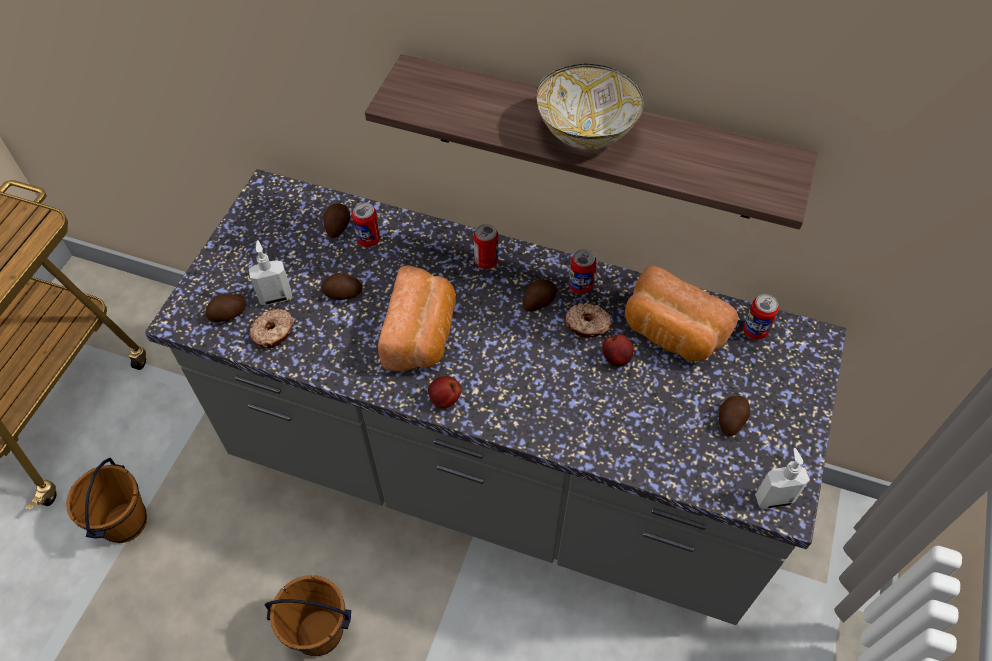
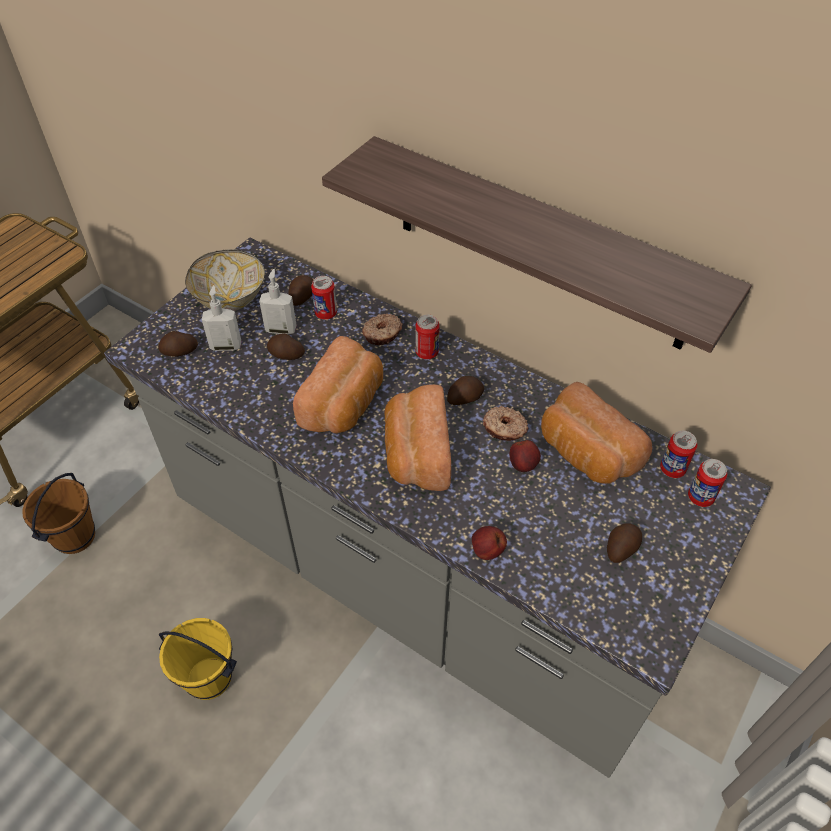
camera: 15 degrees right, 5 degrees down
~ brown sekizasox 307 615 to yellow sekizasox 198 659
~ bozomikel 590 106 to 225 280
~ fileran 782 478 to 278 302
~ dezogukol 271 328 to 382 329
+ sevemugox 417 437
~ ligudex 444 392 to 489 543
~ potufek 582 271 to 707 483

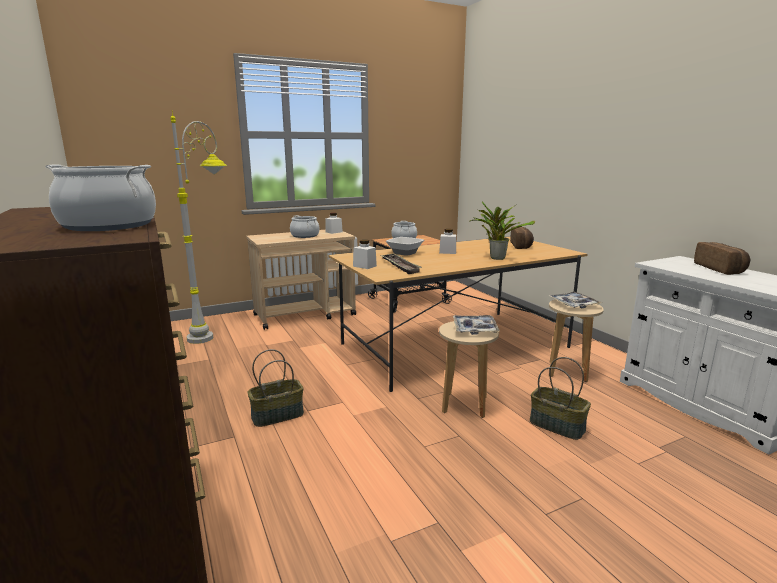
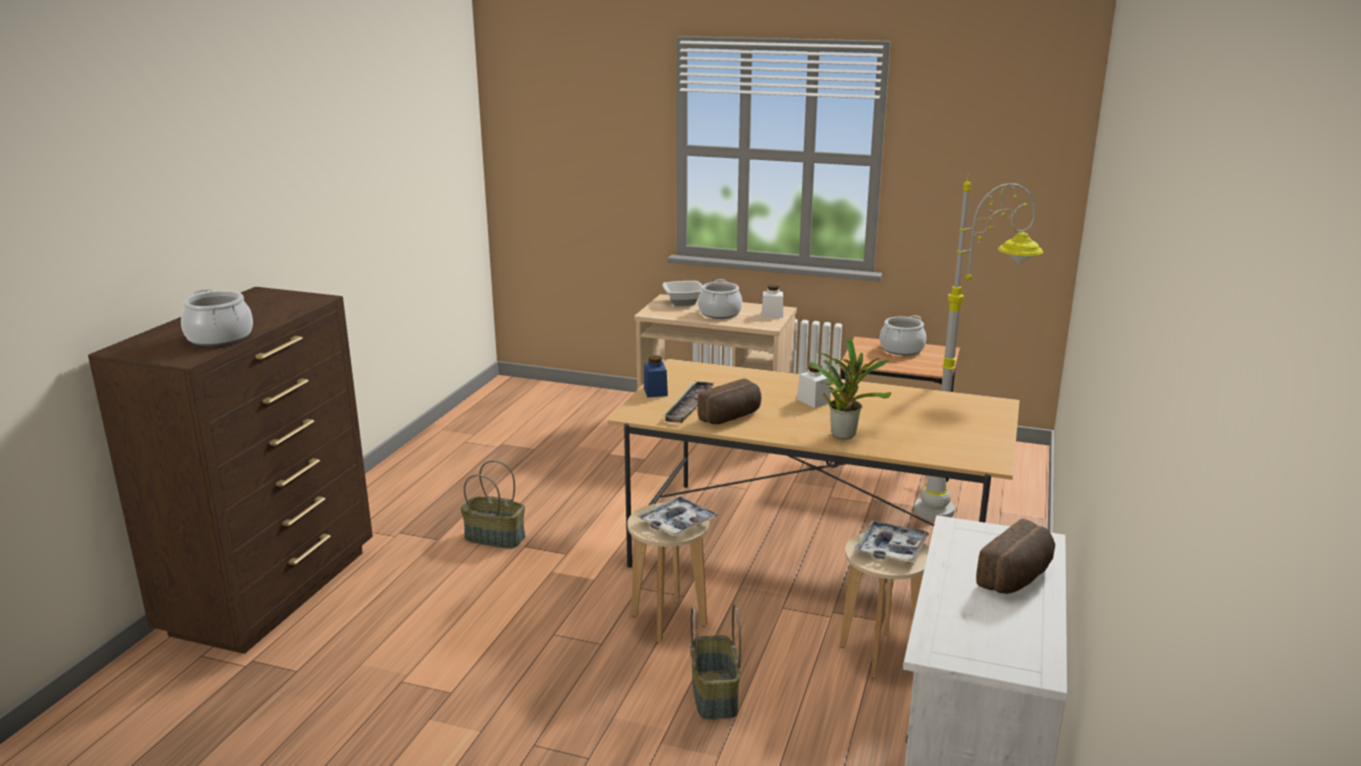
camera: 45 degrees right, 5 degrees up
~ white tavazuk 365 254 to blue tavazuk 656 376
~ bozomikel 405 246 to 682 293
~ sevemugox 522 238 to 729 401
~ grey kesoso 198 228 to 978 347

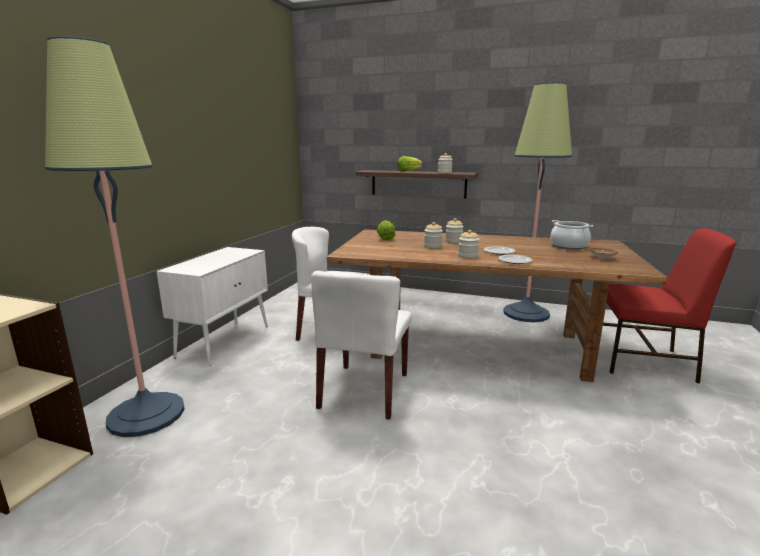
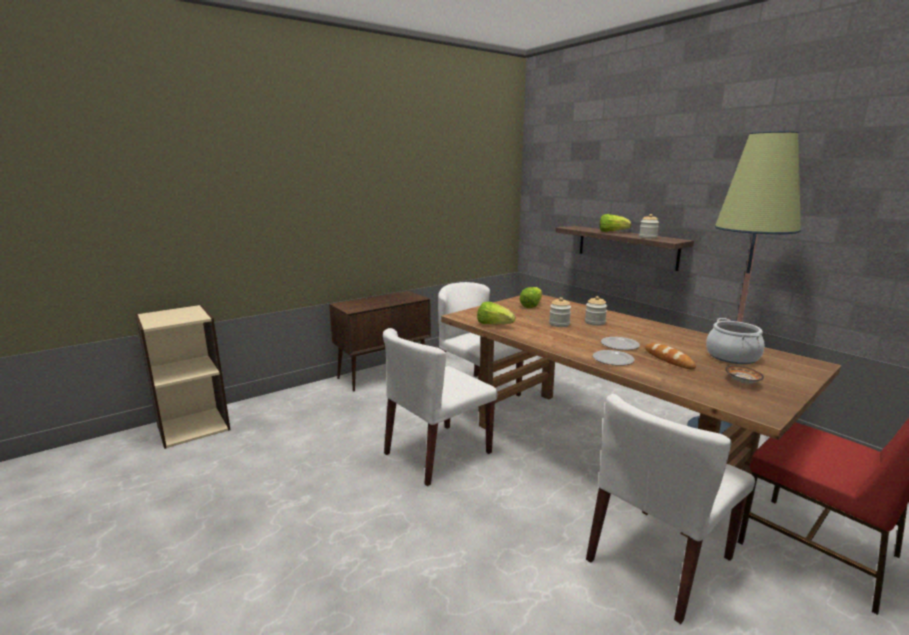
camera: 35 degrees right, 0 degrees up
~ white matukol 212 306 to brown matukol 380 341
+ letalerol 496 313
+ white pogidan 670 509
+ sevemugox 670 356
- kesoso 115 236
- tavazuk 468 244

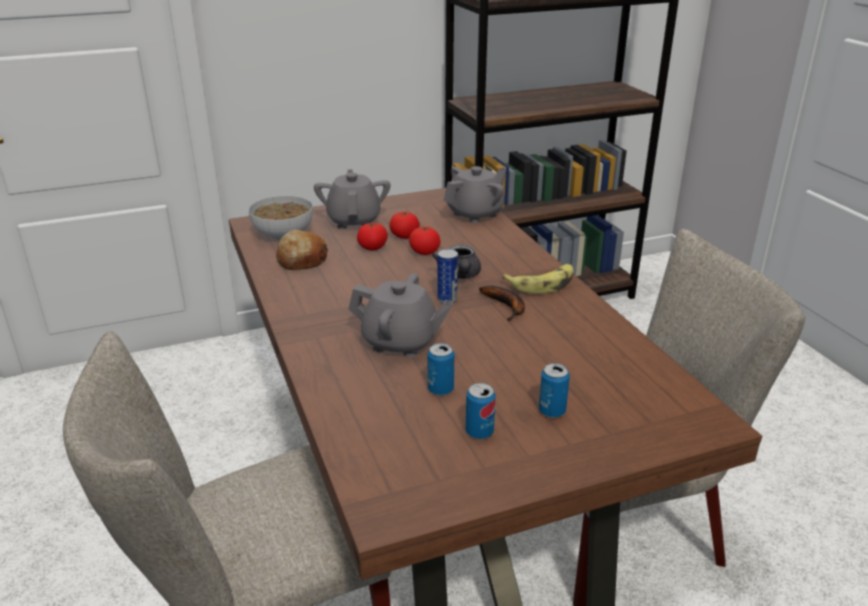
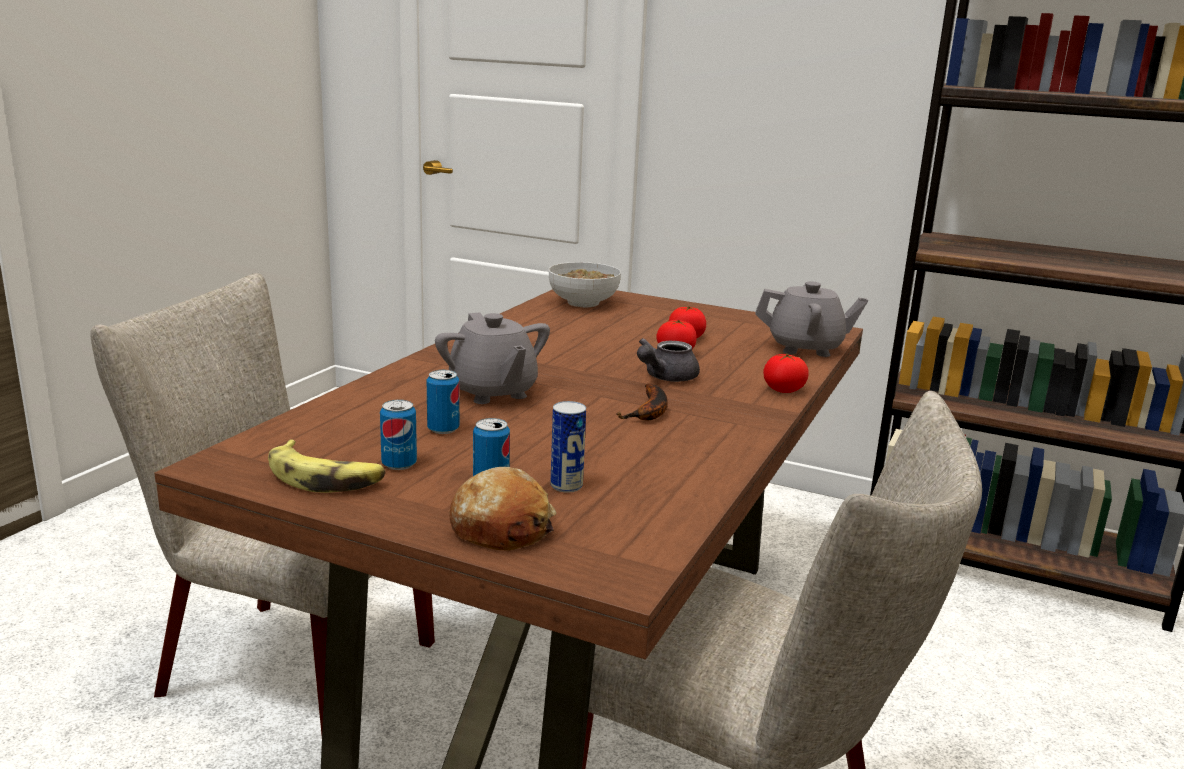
camera: 45 degrees right, 10 degrees down
~ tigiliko 538 279 to 326 466
~ sevemugox 302 249 to 503 508
~ potufek 447 276 to 568 447
~ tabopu 372 236 to 786 373
- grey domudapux 352 199

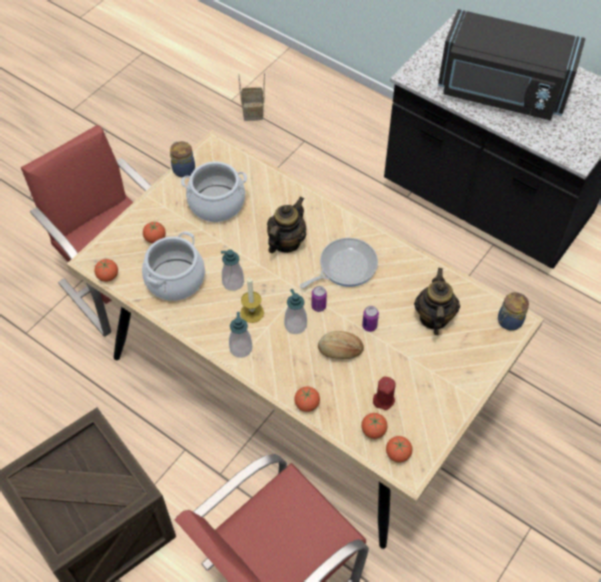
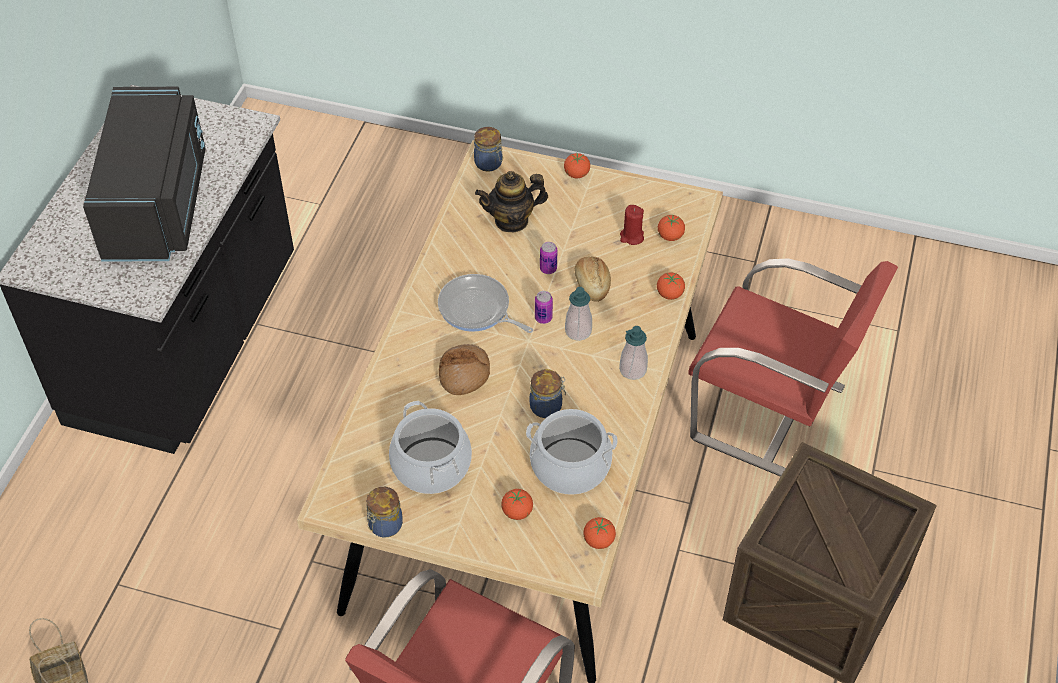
camera: 110 degrees left, 5 degrees down
~ domudapux 286 225 to sevemugox 464 369
~ fileran 232 270 to tavazuk 548 393
~ tabopu 399 449 to 577 166
- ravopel 252 299

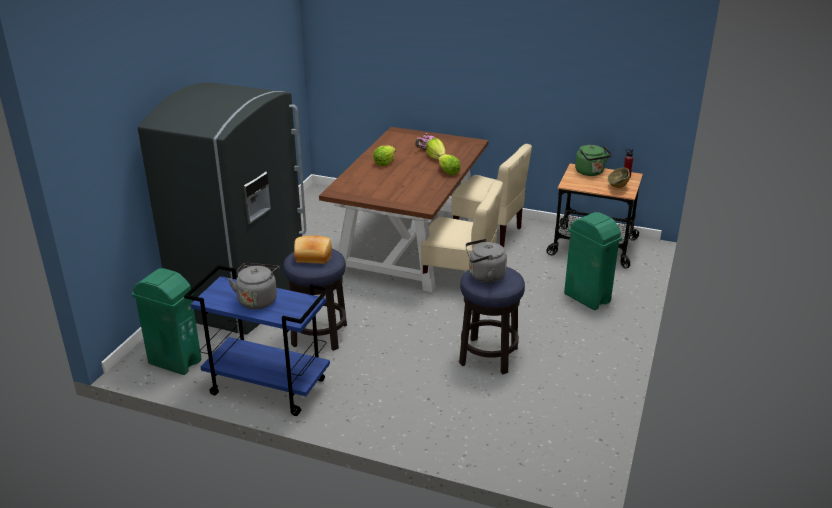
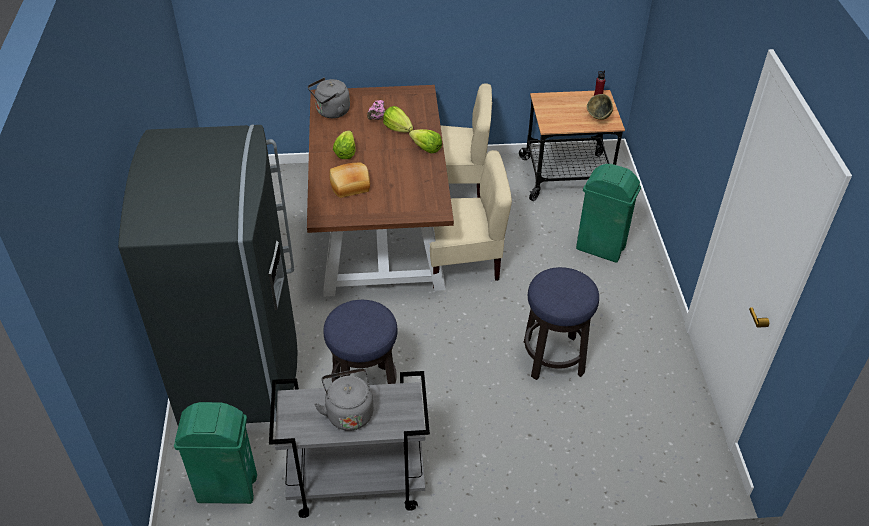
camera: 25 degrees left, 15 degrees up
~ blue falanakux 257 340 to grey falanakux 349 444
~ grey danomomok 486 261 to 329 97
~ sevemugox 313 249 to 349 180
- green danomomok 593 160

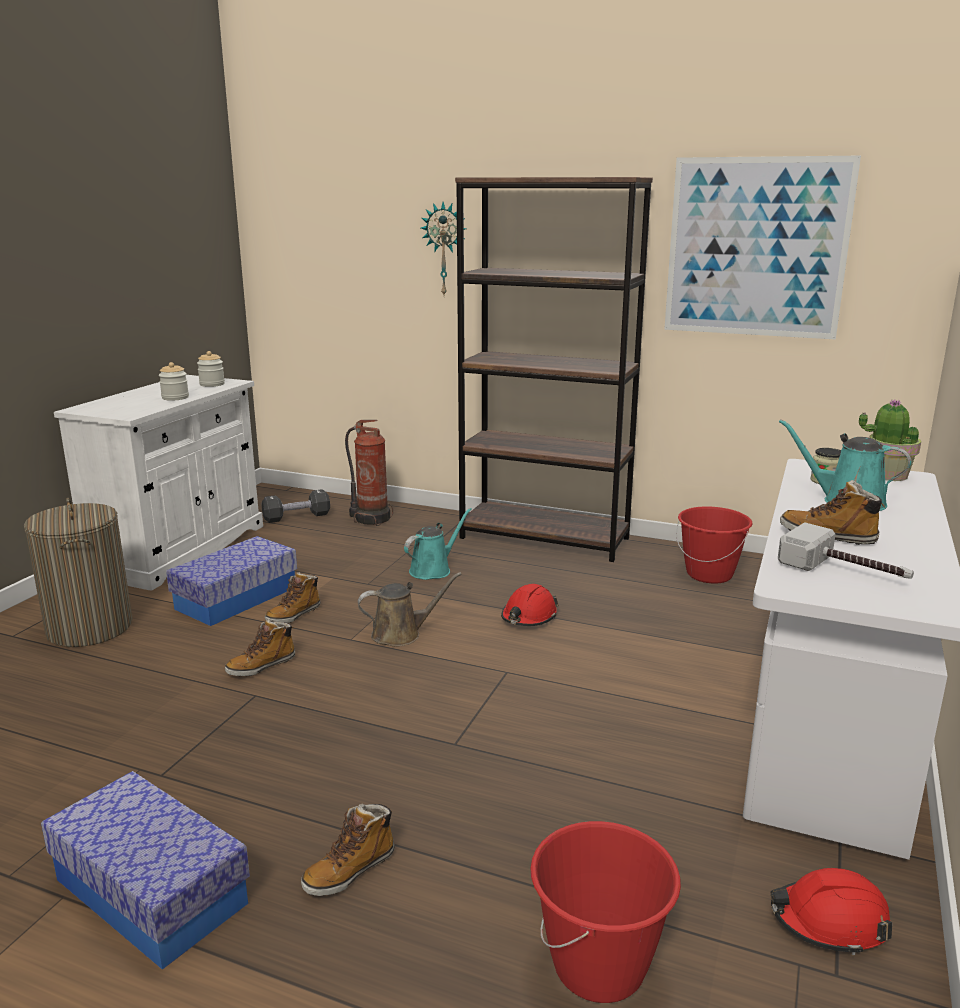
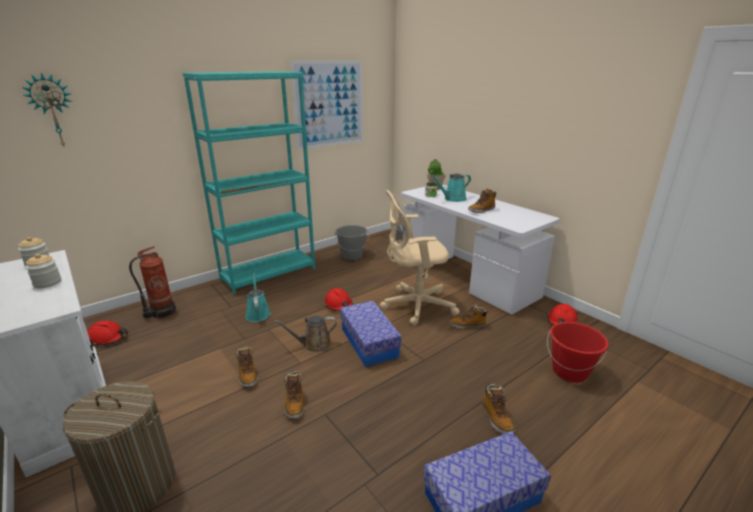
camera: 60 degrees left, 5 degrees up
~ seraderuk 443 248 to 47 110
~ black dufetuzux 295 506 to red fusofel 107 333
~ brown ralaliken 554 369 to turquoise ralaliken 249 183
~ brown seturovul 410 609 = 305 333 120 degrees counterclockwise
~ red sekizasox 714 545 to grey sekizasox 352 242
~ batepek 231 581 to 370 334
+ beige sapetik 420 258
+ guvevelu 468 317
- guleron 846 550

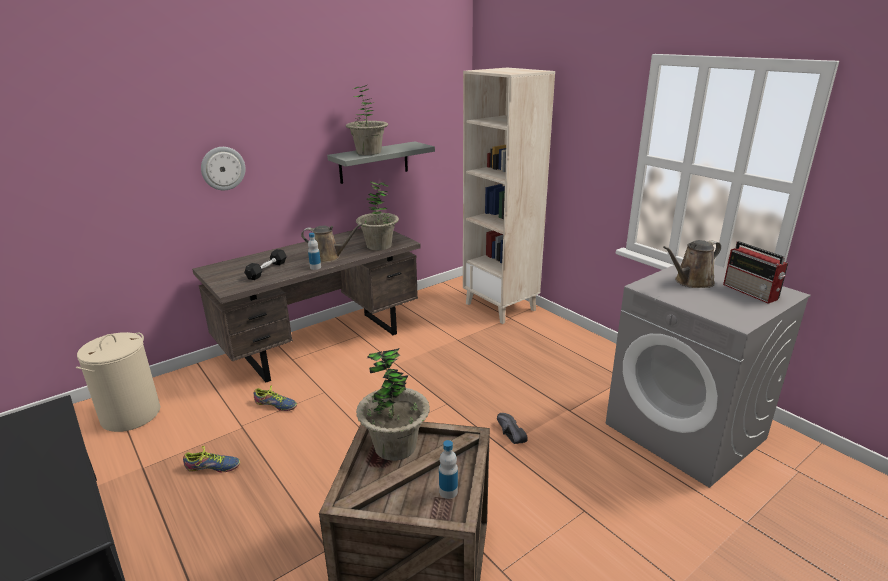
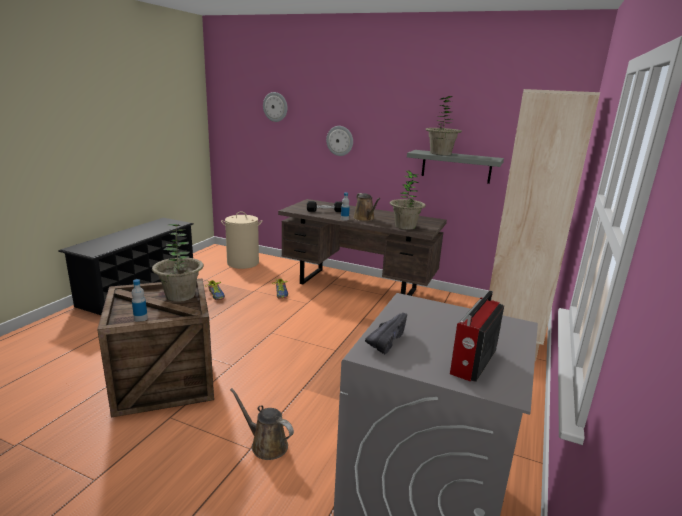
camera: 60 degrees right, 5 degrees down
~ brown seturovul 692 264 to 262 424
+ seraderuk 275 107
~ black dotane 512 428 to 386 333

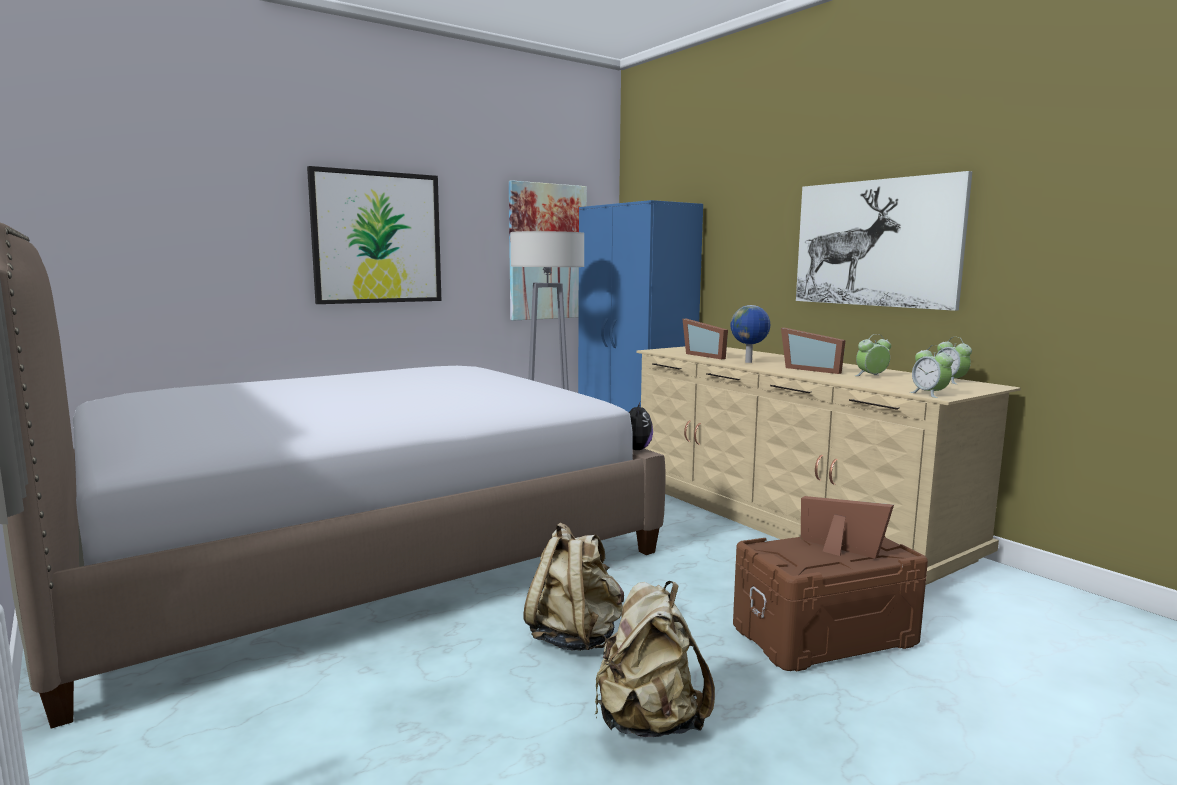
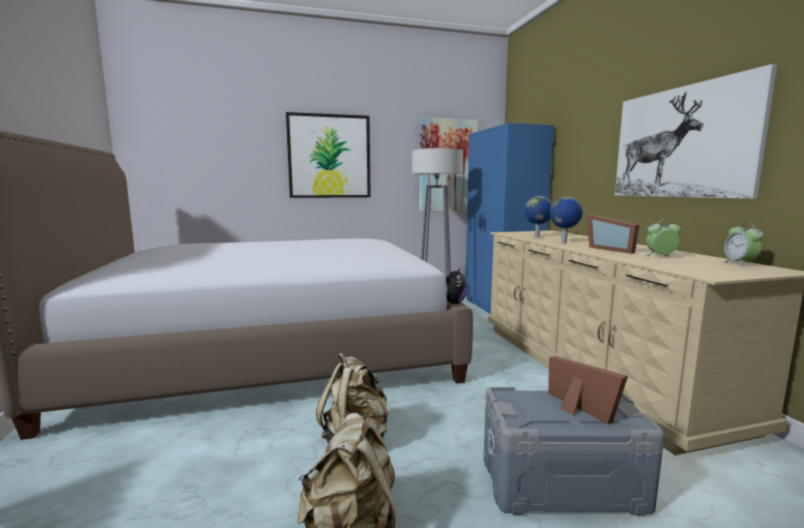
camera: 20 degrees right, 0 degrees up
~ brown batepek 830 604 to grey batepek 574 451
~ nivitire 705 339 to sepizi 538 216
- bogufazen 931 371

